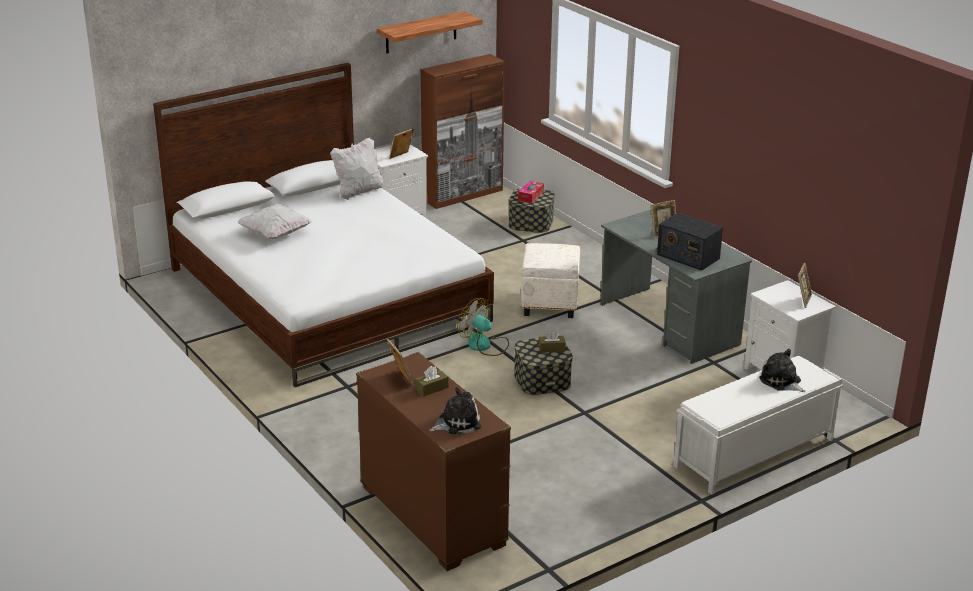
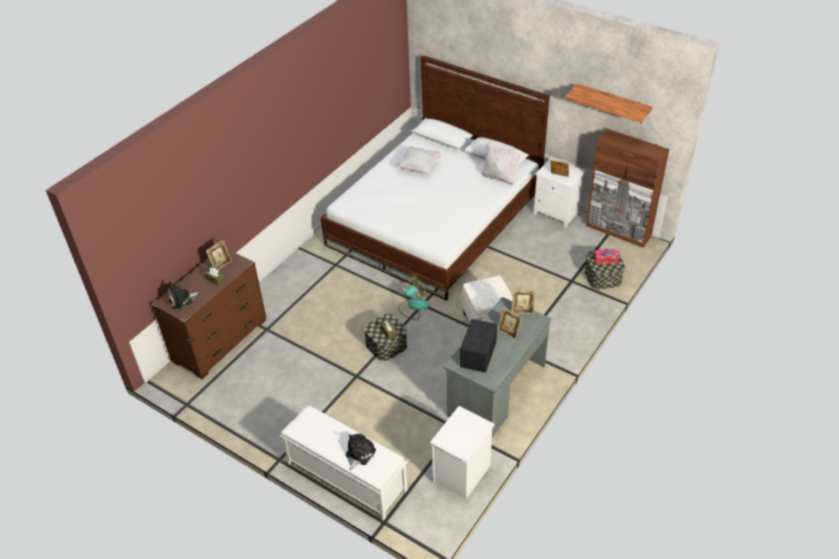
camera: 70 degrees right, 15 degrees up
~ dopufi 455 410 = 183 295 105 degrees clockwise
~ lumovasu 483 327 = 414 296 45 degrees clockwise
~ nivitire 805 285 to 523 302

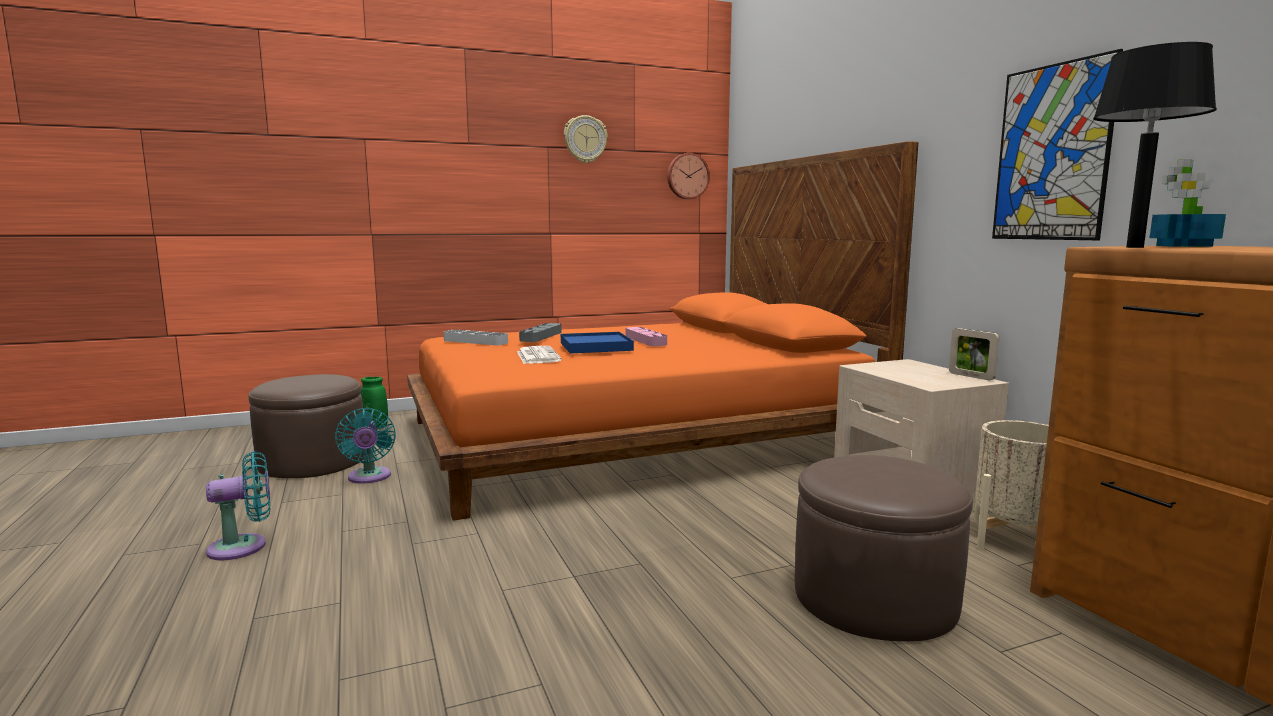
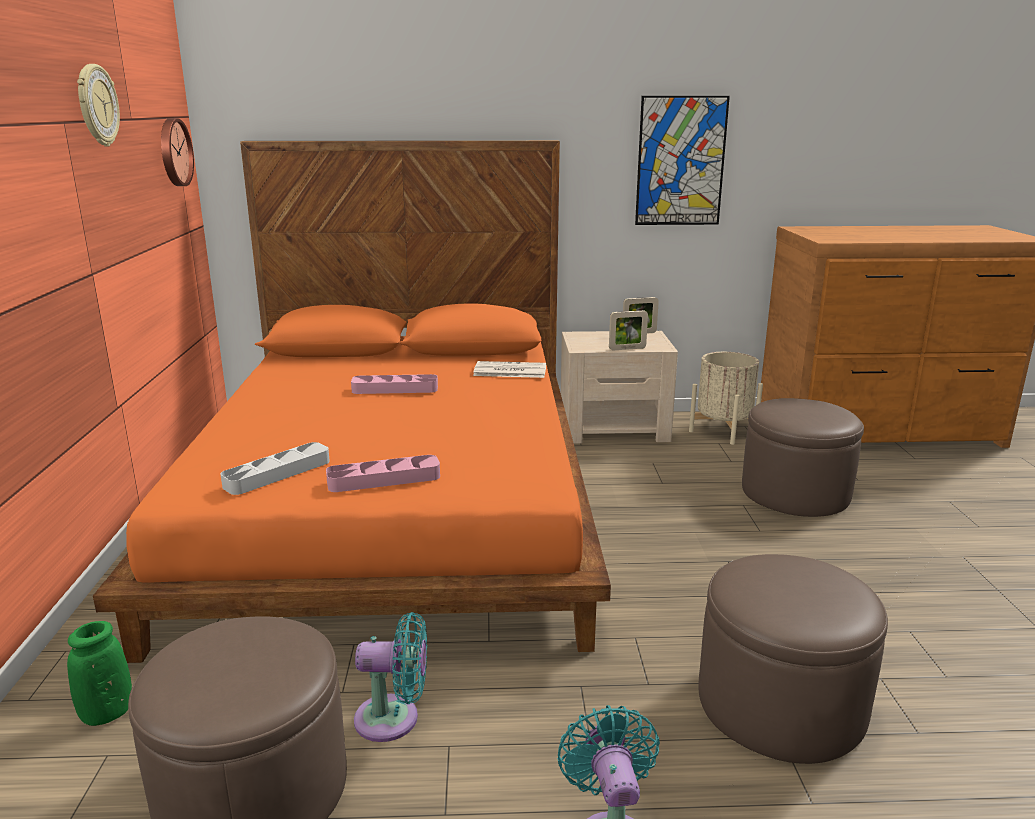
camera: 70 degrees left, 10 degrees up
+ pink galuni 383 473
~ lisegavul 539 355 to 509 369
+ nivitire 628 330
+ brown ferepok 793 659
- grey galuni 540 332
- blue galuni 597 343
- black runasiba 1155 145
- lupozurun 1188 203

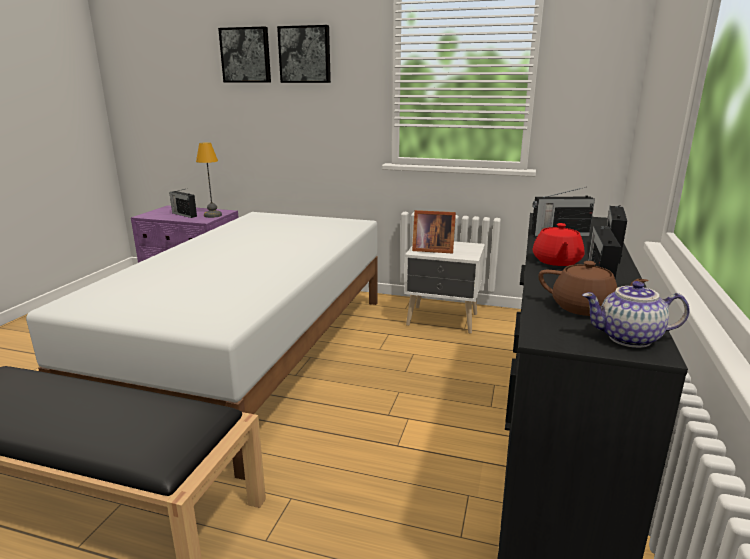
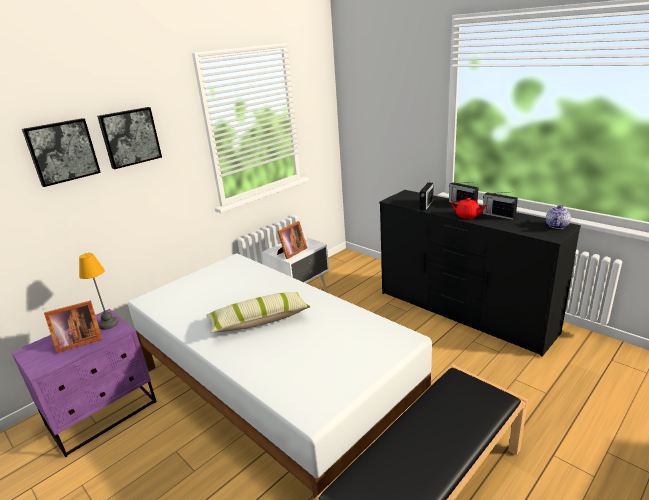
camera: 60 degrees left, 5 degrees up
~ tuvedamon 183 203 to nivitire 73 326
+ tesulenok 258 312
- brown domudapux 593 288

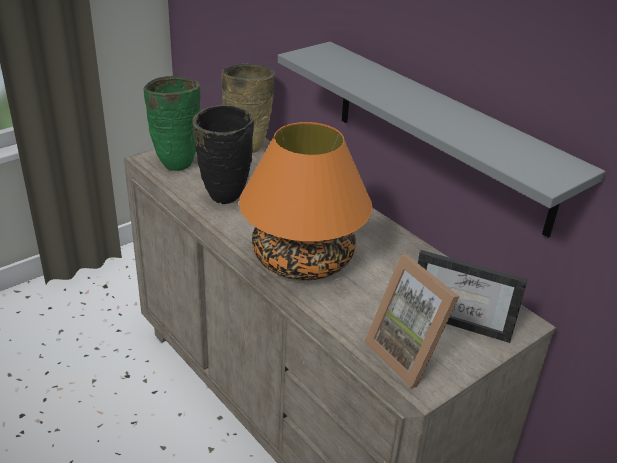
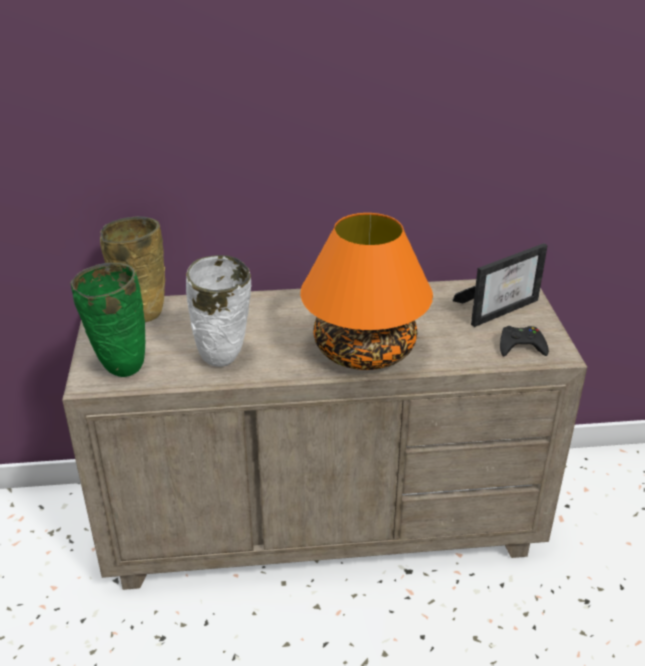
camera: 55 degrees left, 0 degrees up
~ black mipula 223 154 to white mipula 218 311
~ nivitire 411 321 to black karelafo 524 341
- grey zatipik 442 140

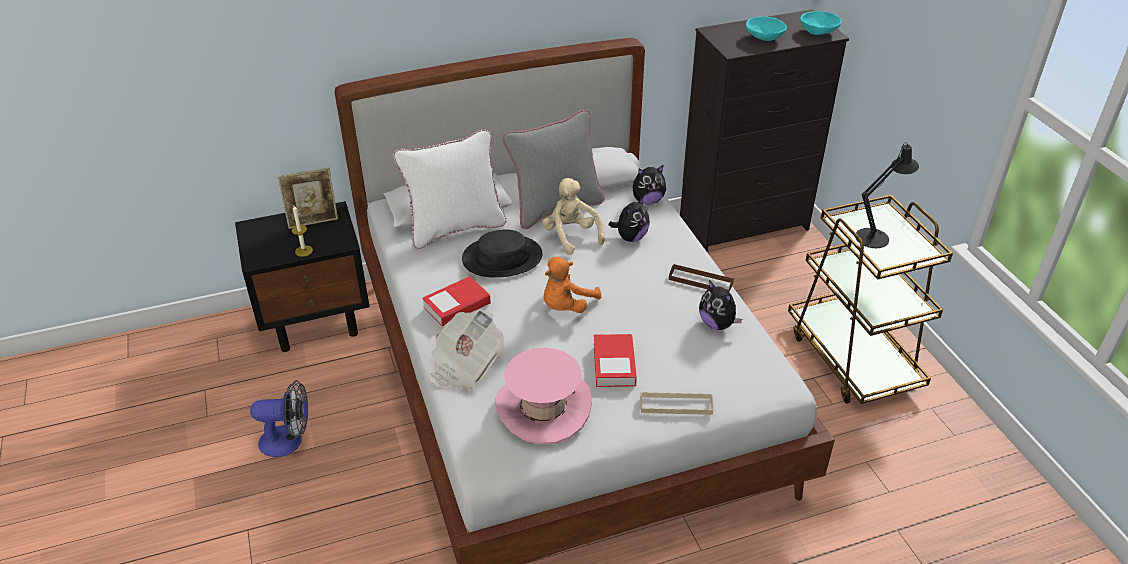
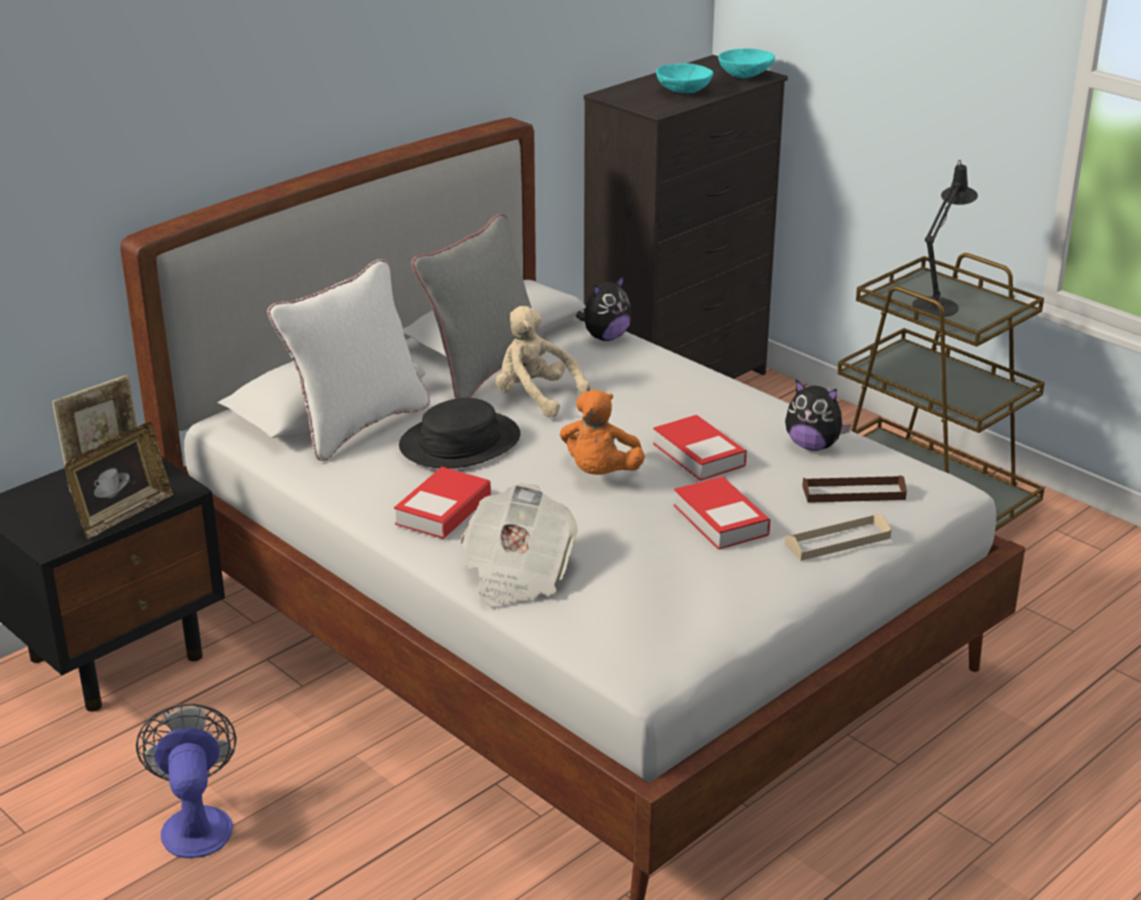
camera: 25 degrees left, 10 degrees down
~ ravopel 302 231 to nivitire 118 480
~ lumovasu 279 418 = 186 781 75 degrees counterclockwise
+ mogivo 700 448
~ brown galuni 701 278 to 854 489
- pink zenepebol 543 396
- dopufi 629 219

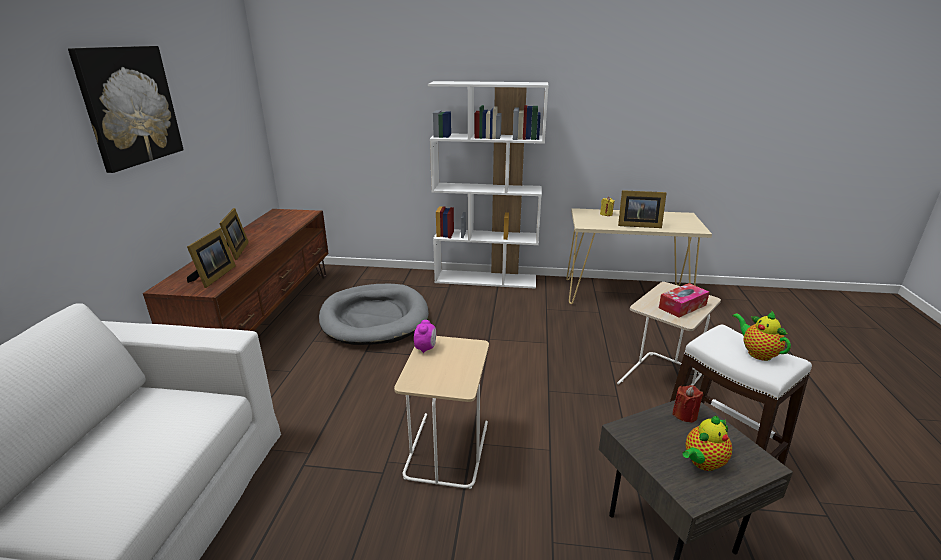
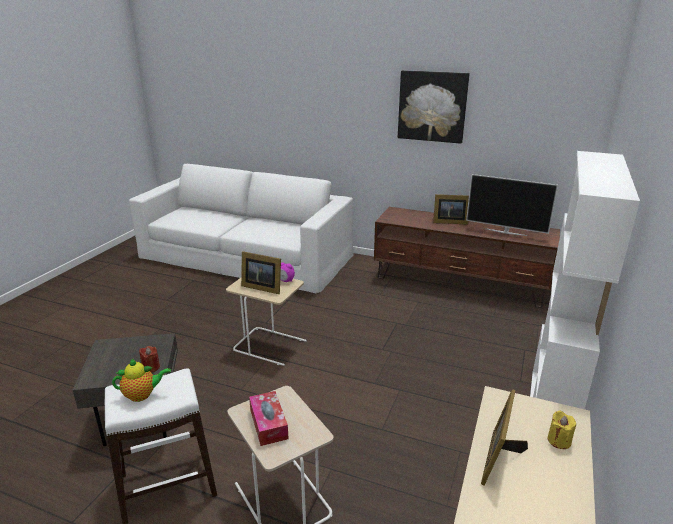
camera: 105 degrees right, 0 degrees up
~ nivitire 211 258 to 261 272
+ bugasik 512 205
- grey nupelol 374 314
- domudapux 707 443

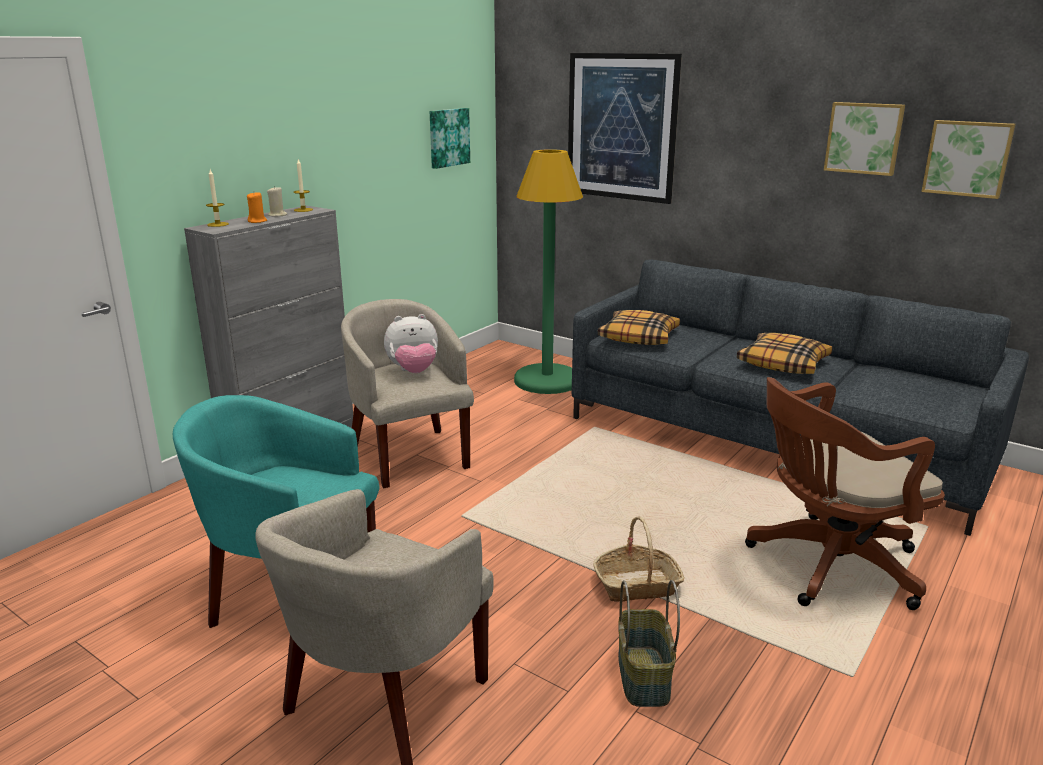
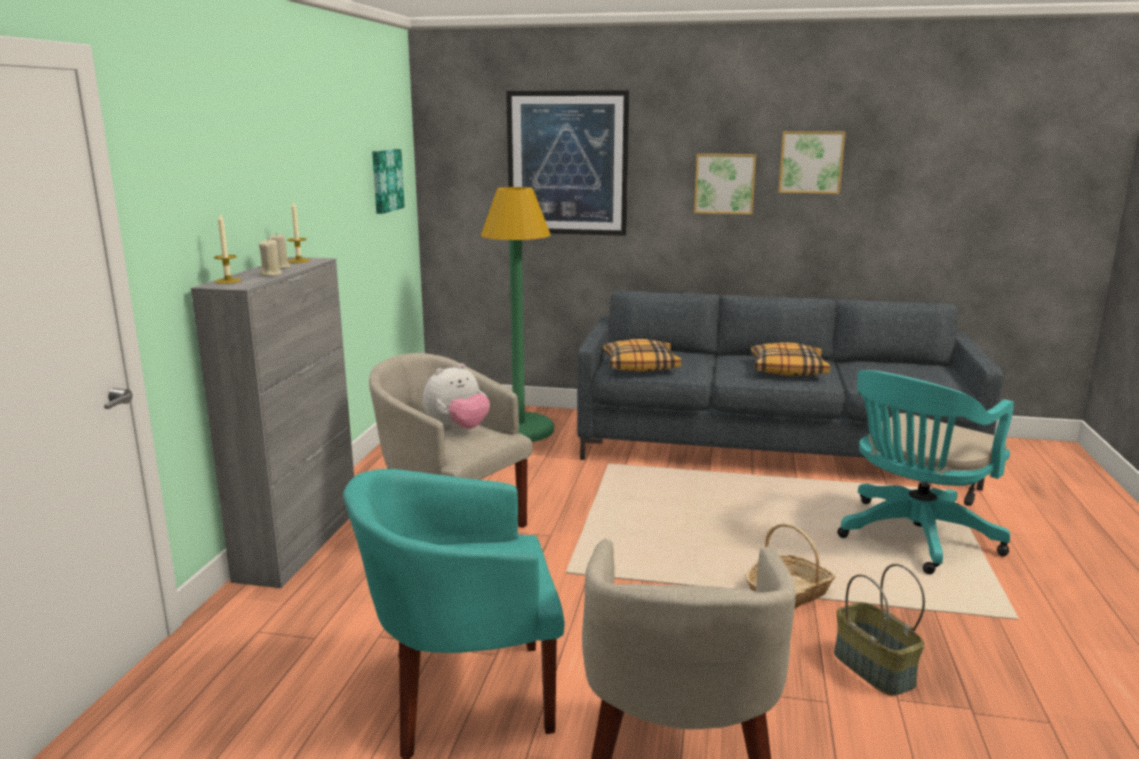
camera: 25 degrees left, 5 degrees down
~ orange ravopel 257 207 to beige ravopel 270 257
~ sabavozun 968 159 to 725 184
~ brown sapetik 845 493 to turquoise sapetik 925 472

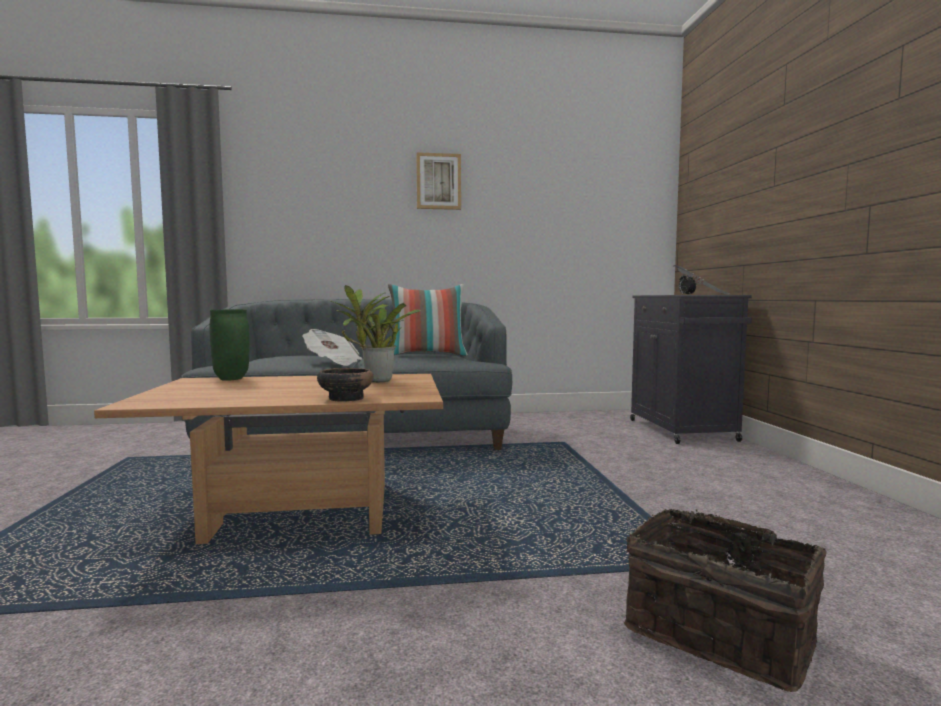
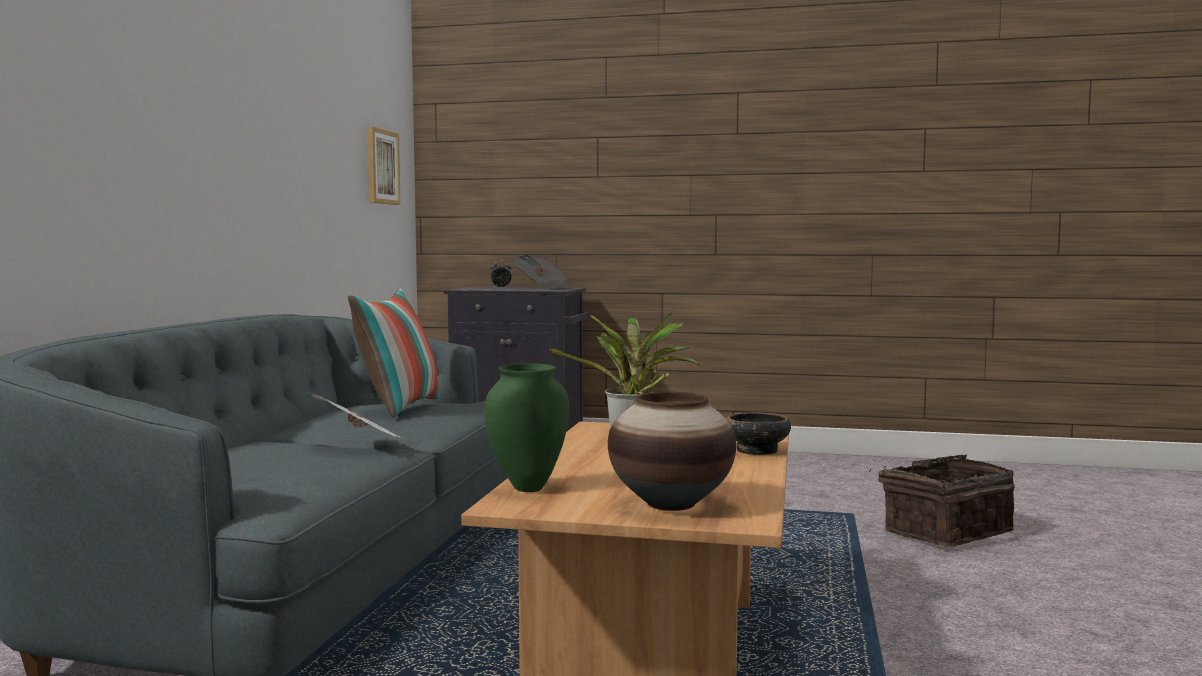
camera: 70 degrees left, 0 degrees up
~ sabavozun 439 181 to 384 166
+ mipula 672 451

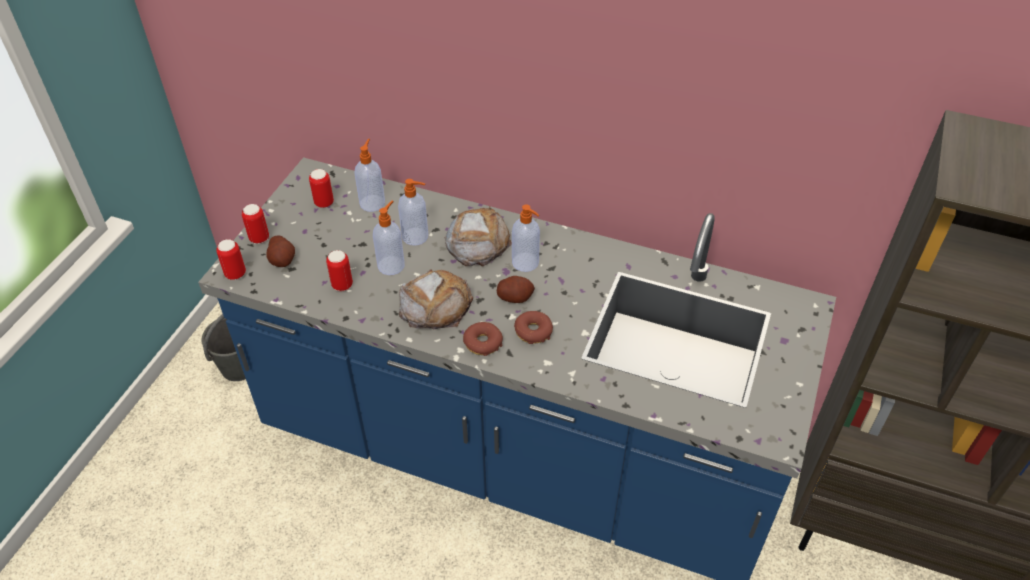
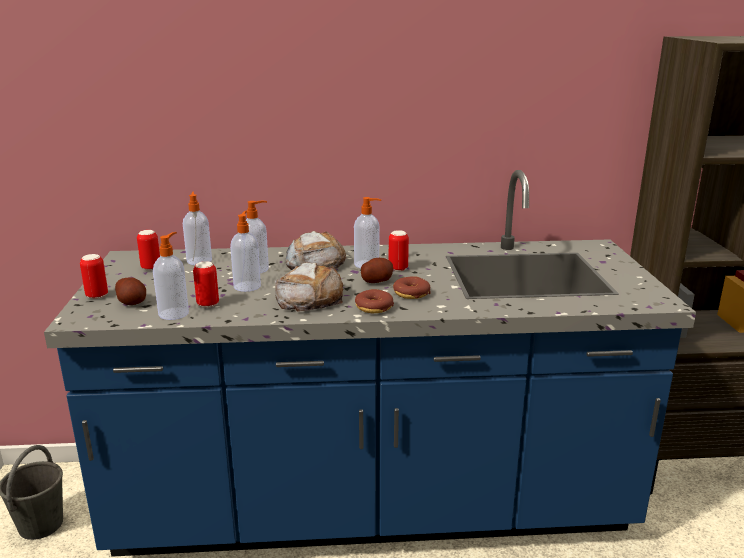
camera: 25 degrees left, 25 degrees down
+ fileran 171 276
~ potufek 231 259 to 399 251

